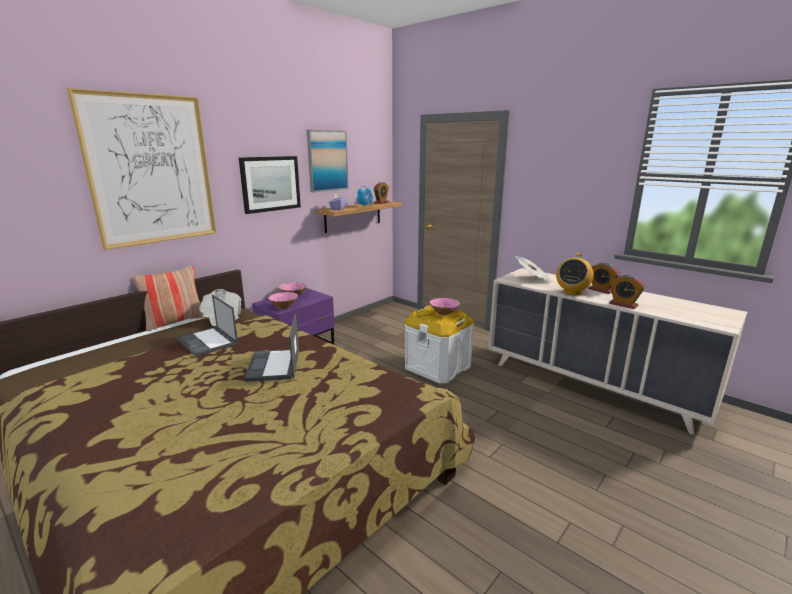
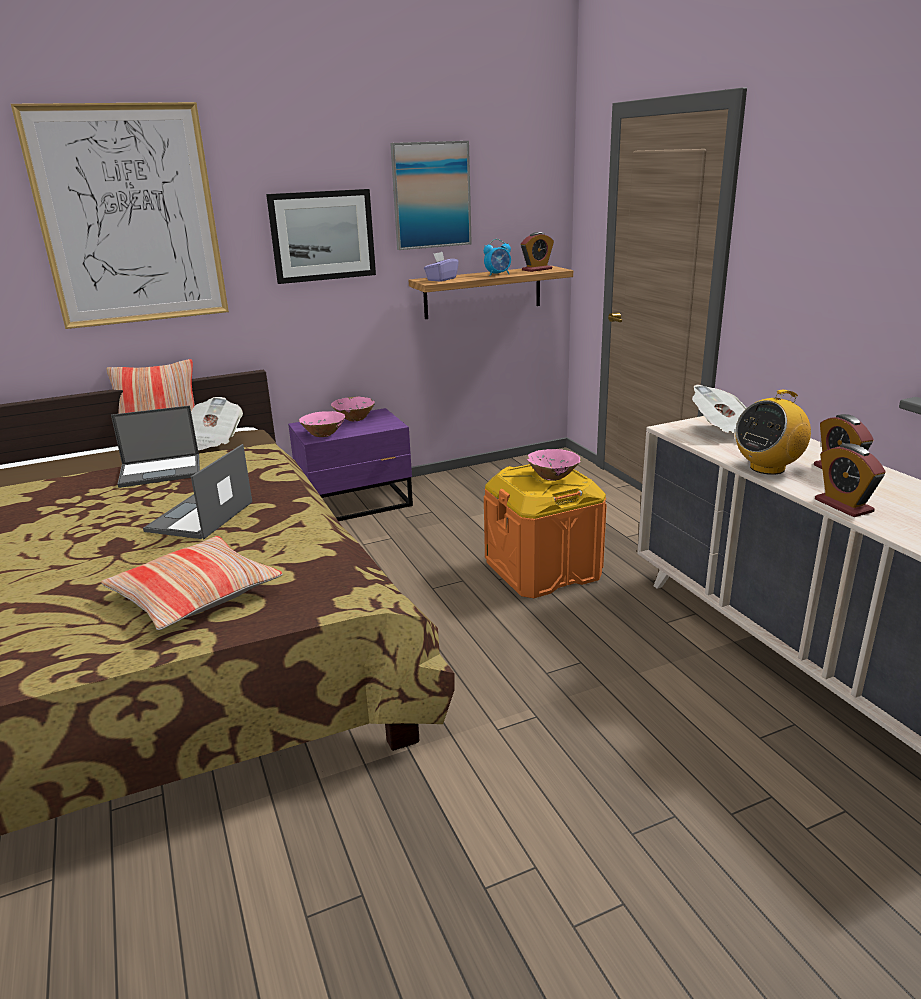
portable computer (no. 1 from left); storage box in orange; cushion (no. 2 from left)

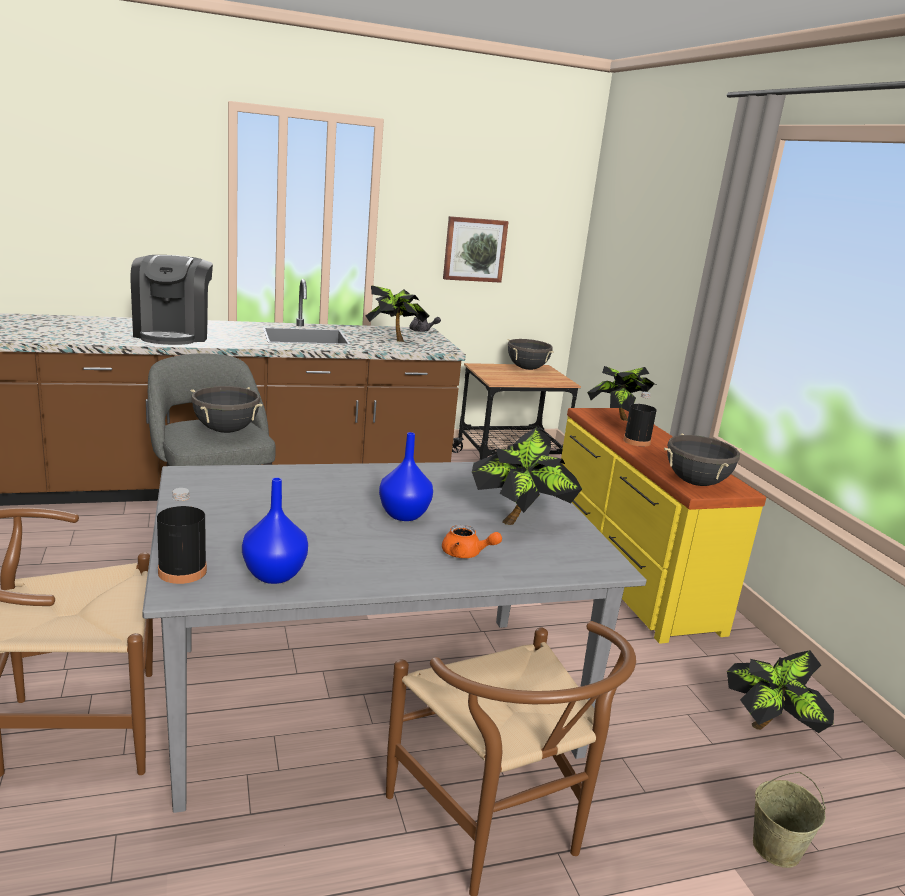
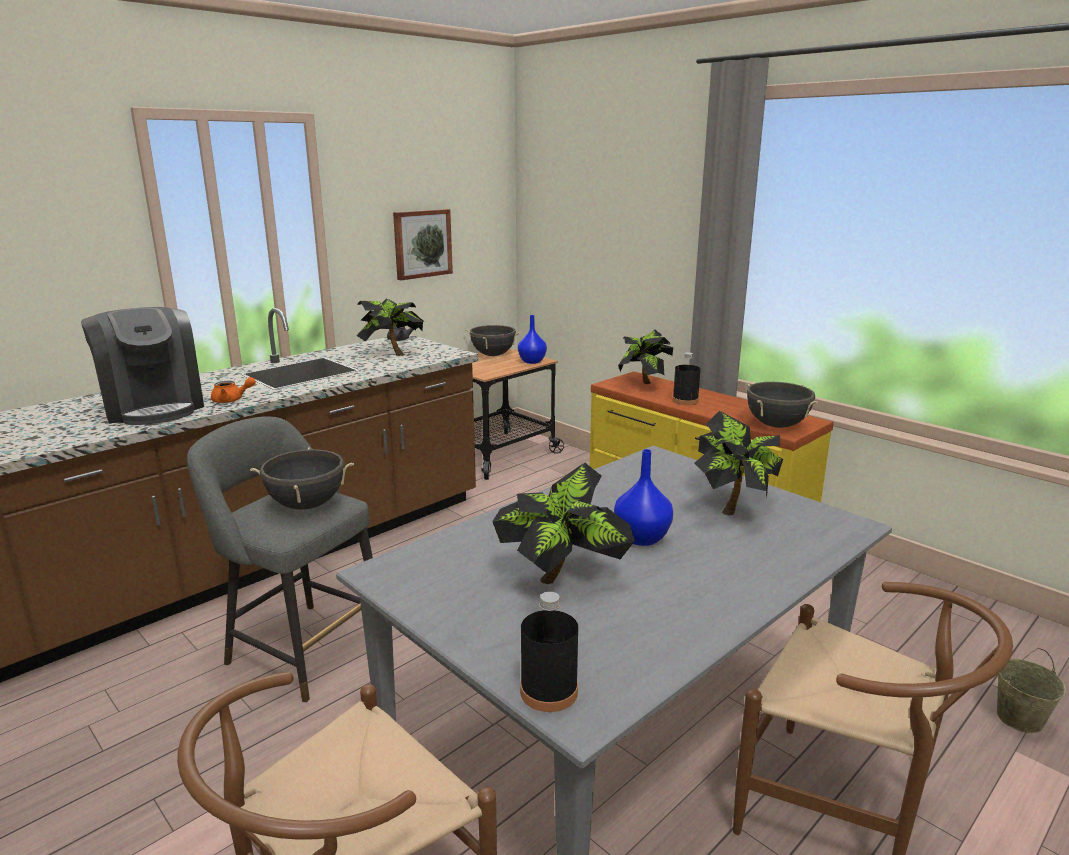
decorative vase in blue (no. 1 from left); tea pot in orange; plant in a pot (no. 2 from left)

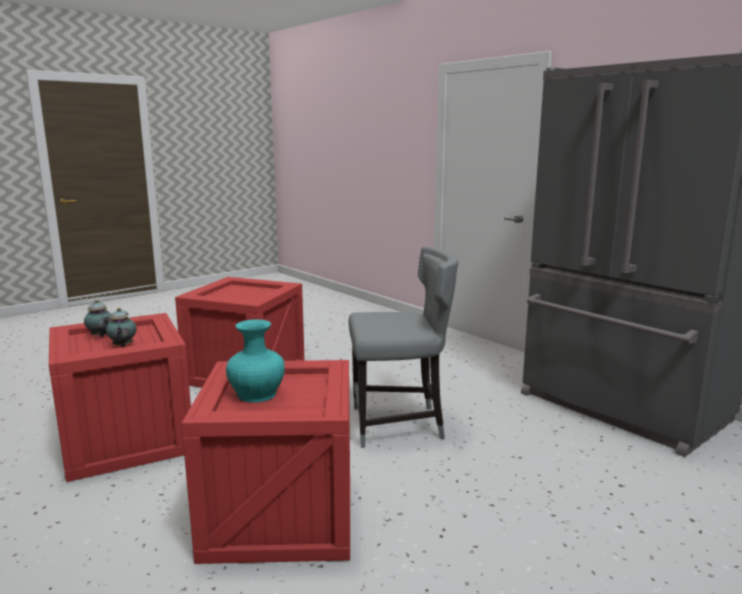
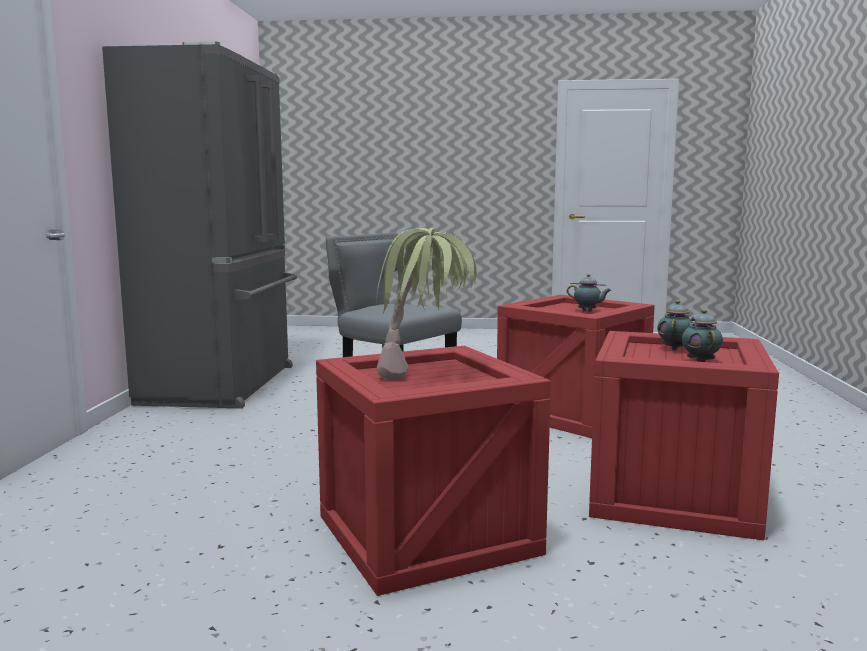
tea pot (no. 1 from left); plant in a pot

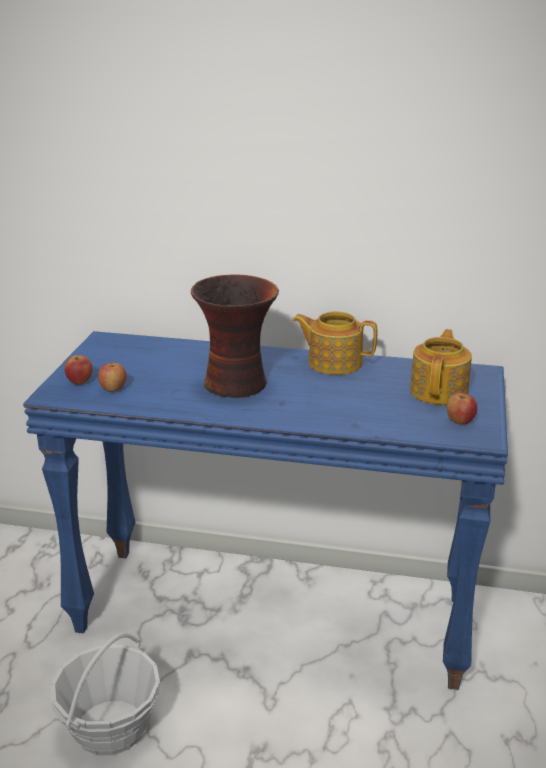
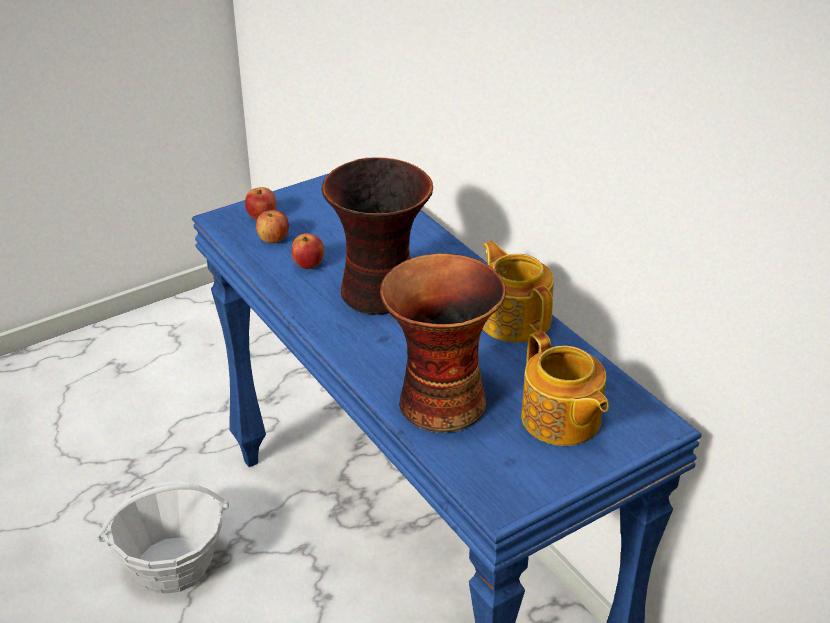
tea pot (no. 2 from left); apple (no. 3 from left); decorative vase (no. 2 from left)

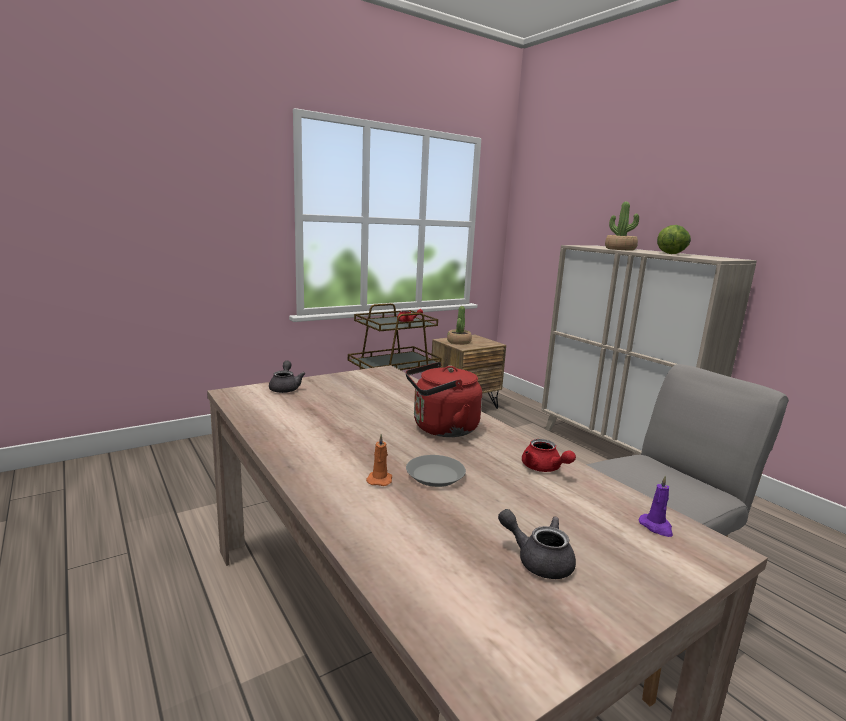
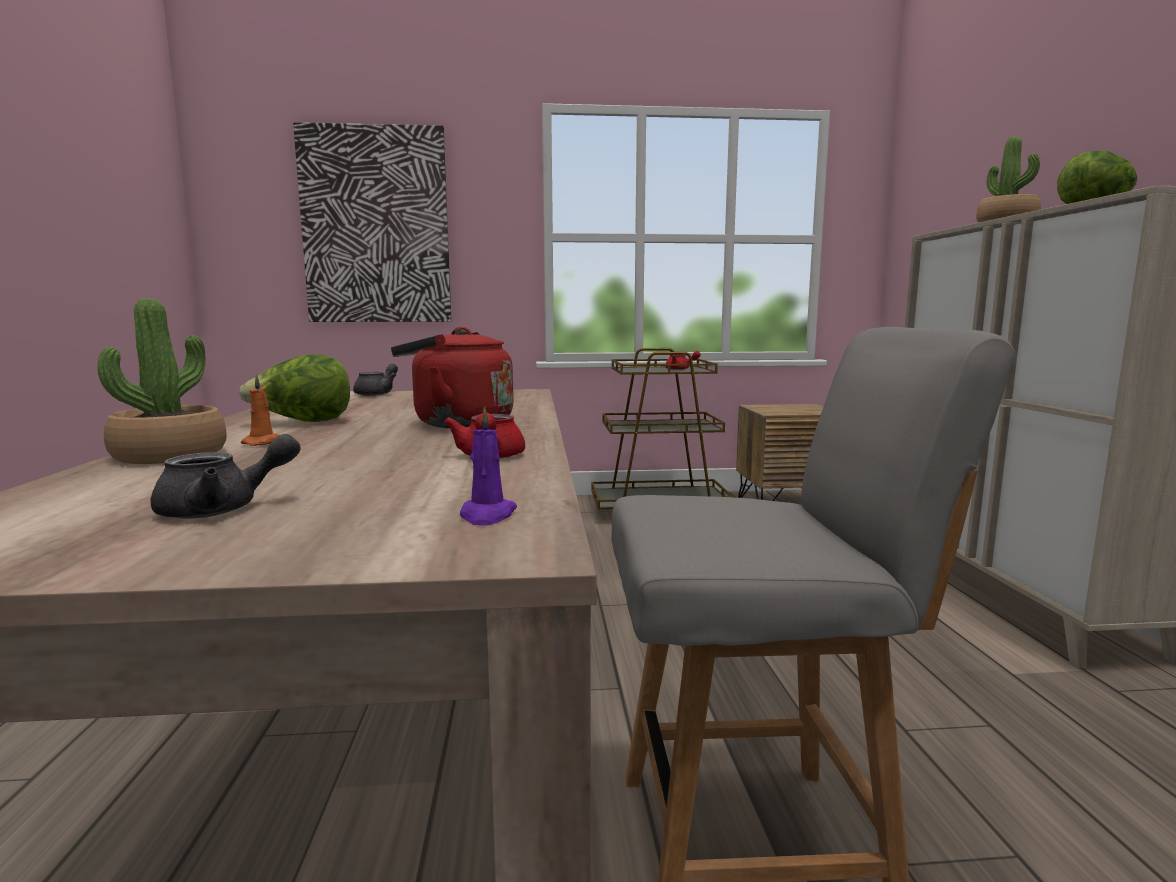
plant in a pot (no. 1 from left); plate in gray; tea pot in gray (no. 1 from left); wall picture; lettuce (no. 1 from left)

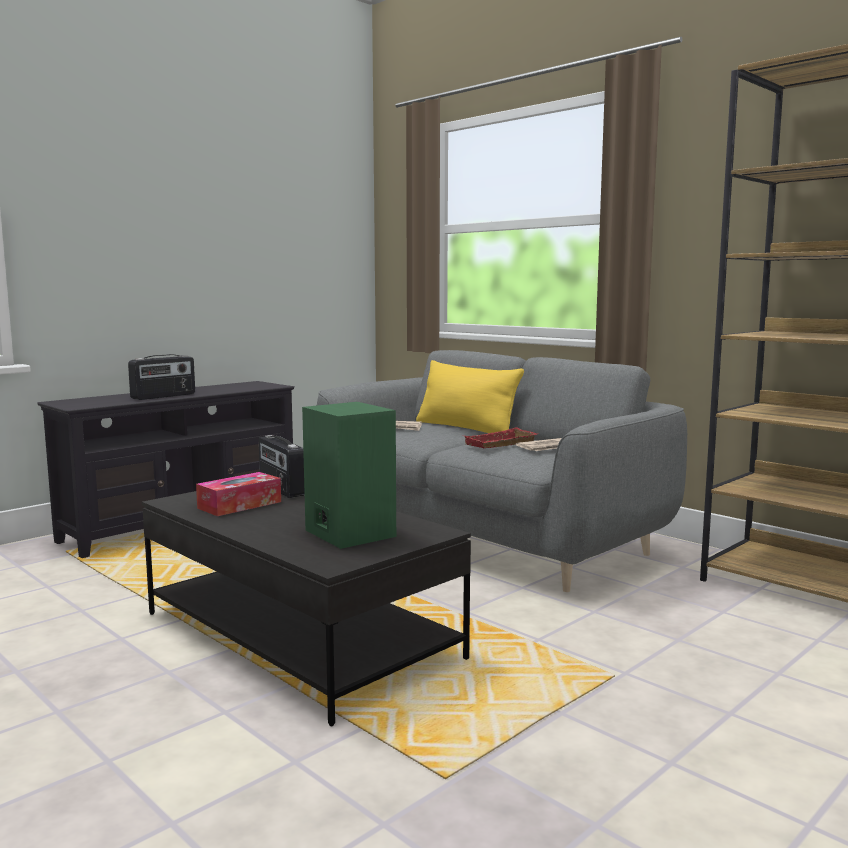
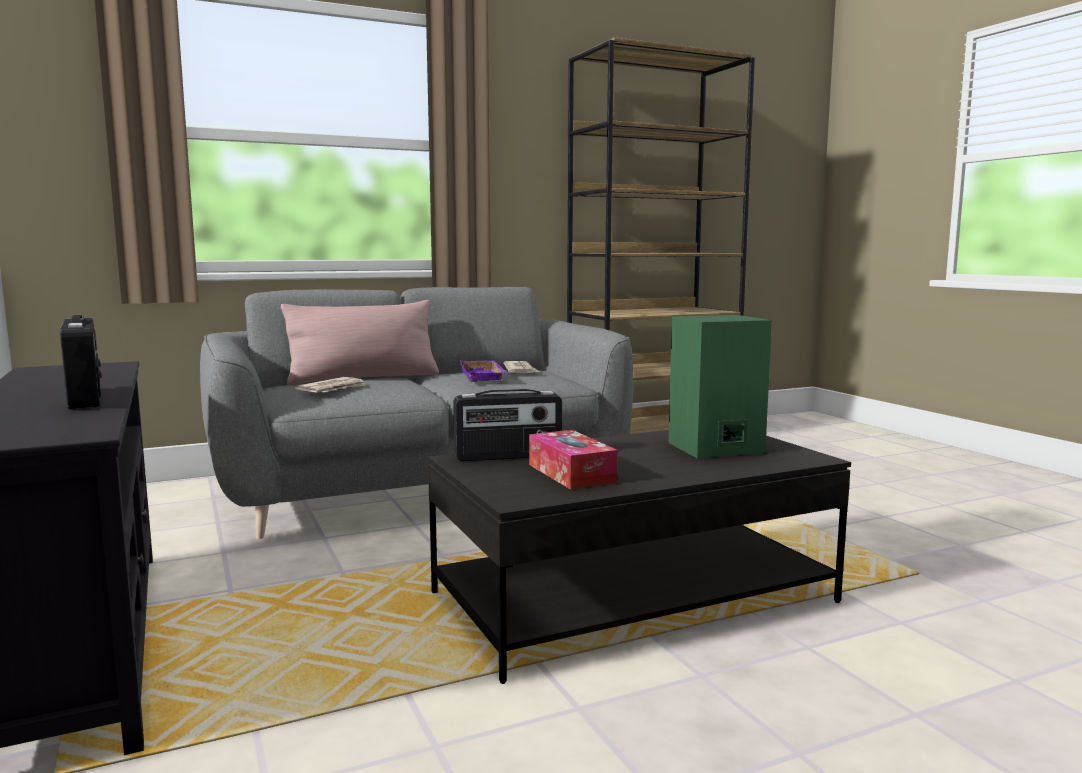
cushion in pink; serving tray in purple-coloured

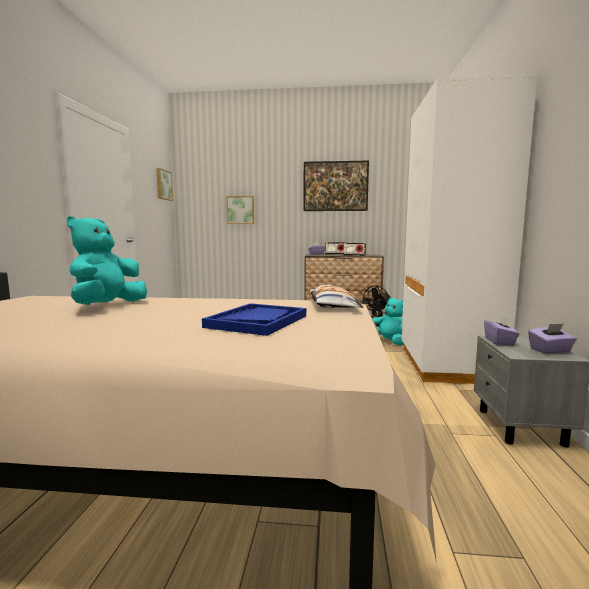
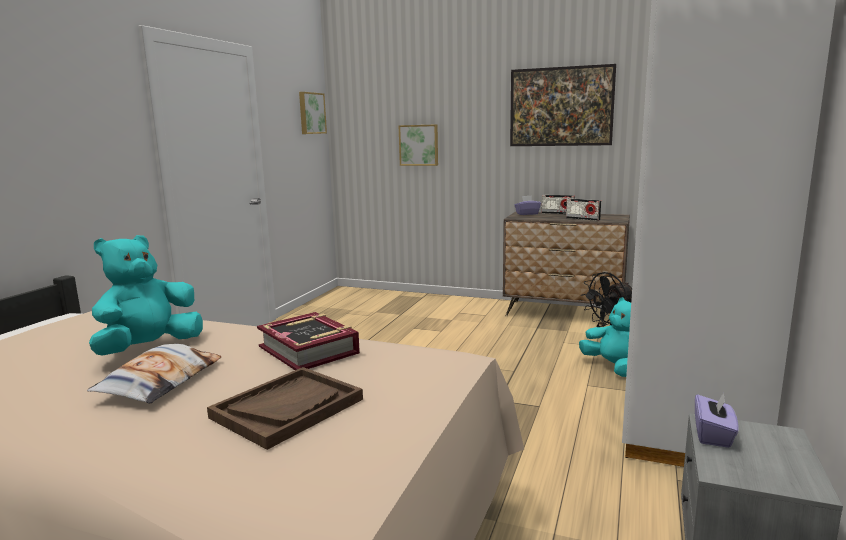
cushion; serving tray in brownish; tissue holder in purple-coloured (no. 3 from left in the first image); book

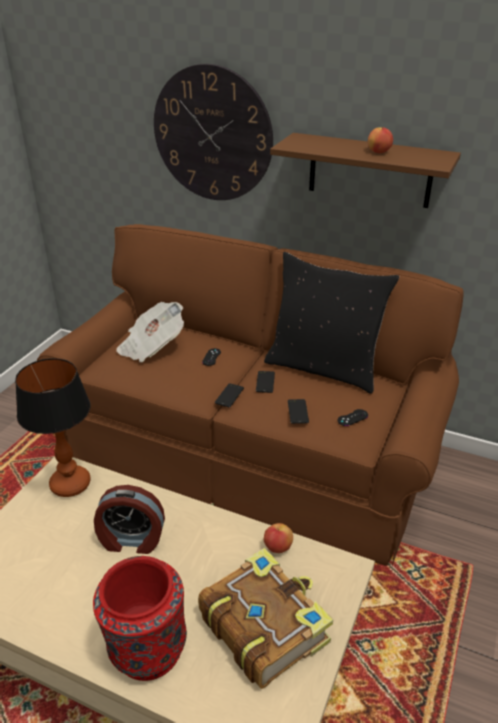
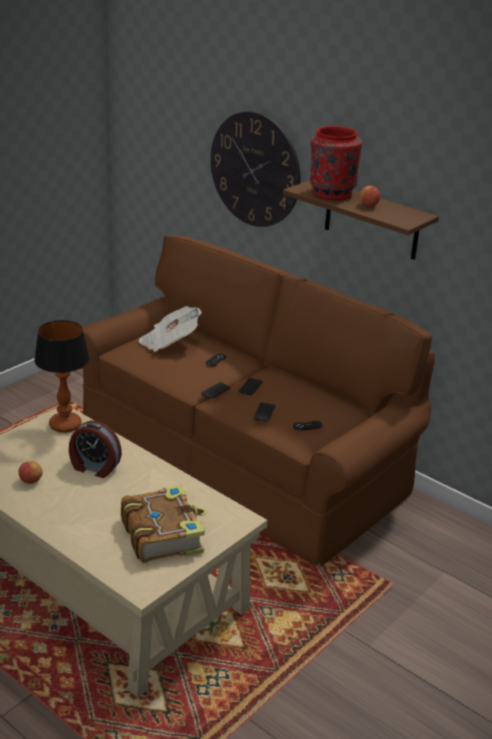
cushion in blackish; apple (no. 1 from left); decorative vase in reddish

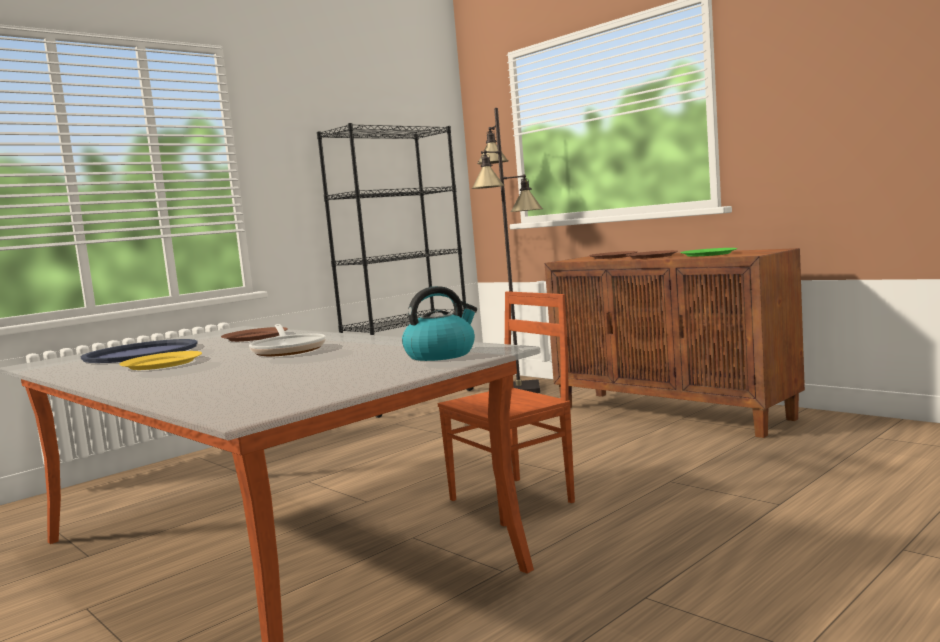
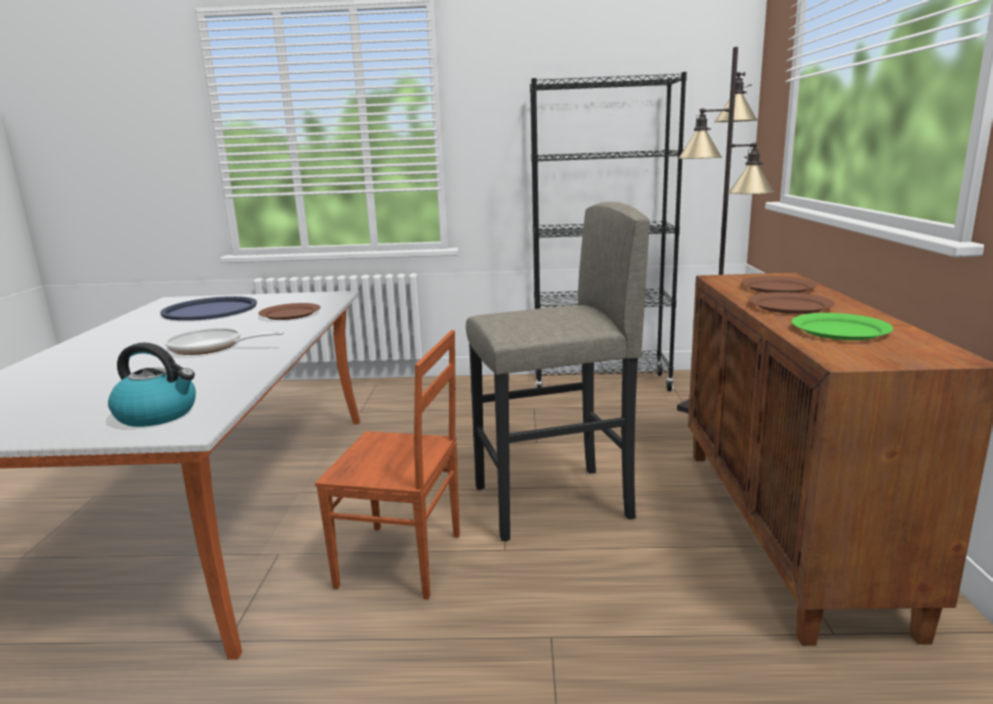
frying pan; plate in yellow; stool seat in gray

